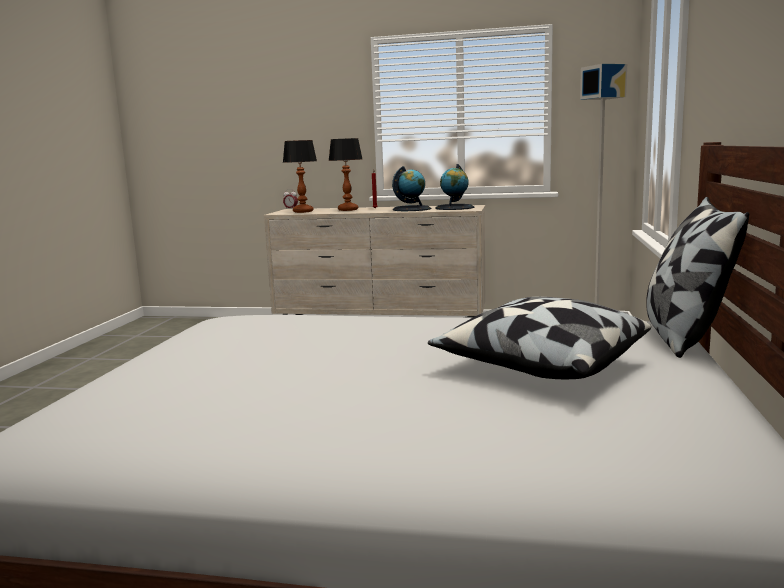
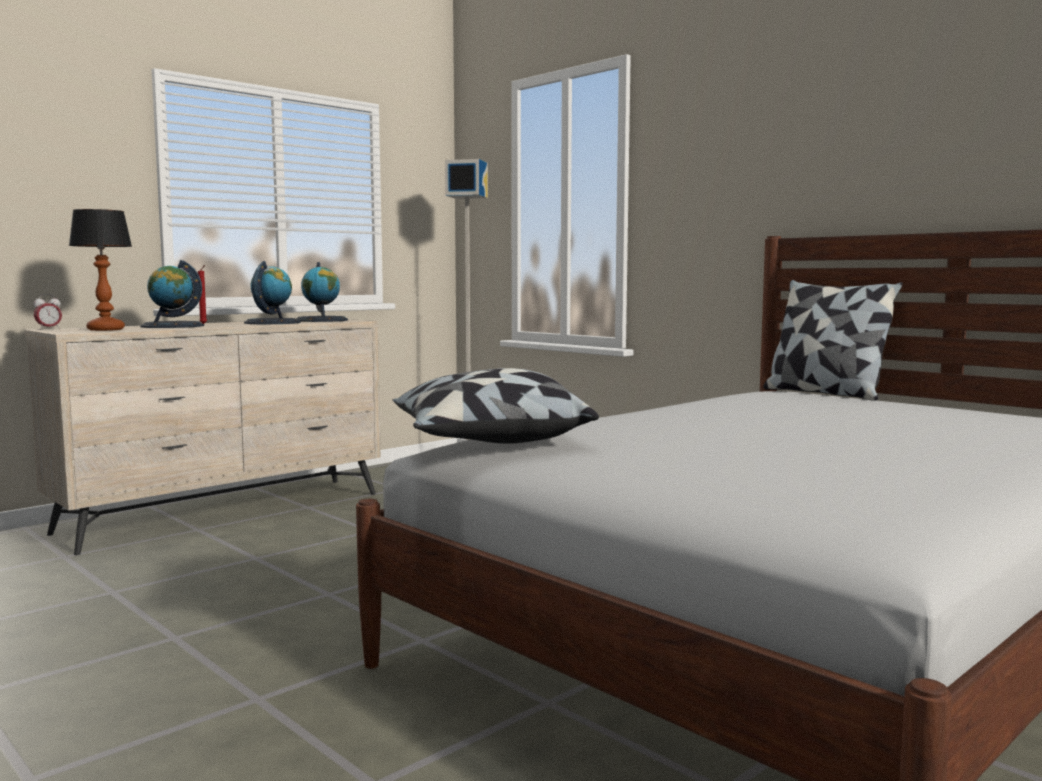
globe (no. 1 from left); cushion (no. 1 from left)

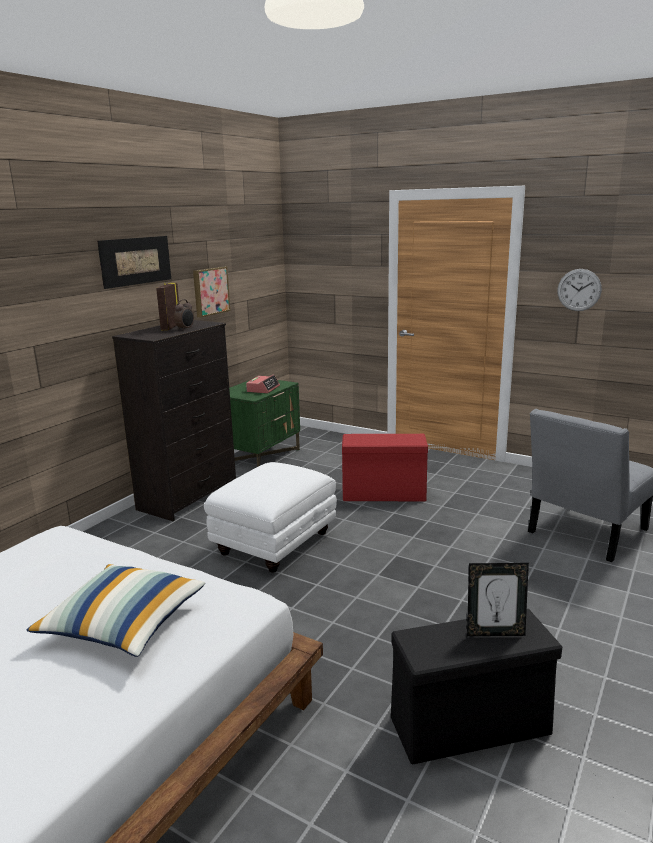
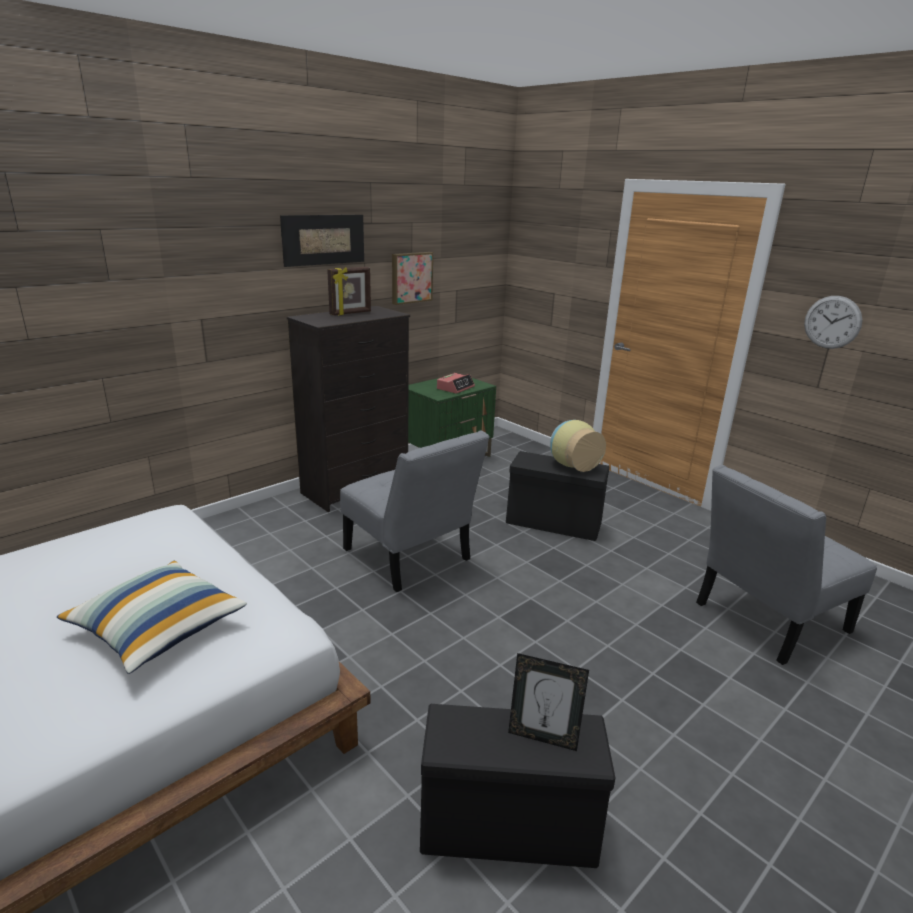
photo frame (no. 1 from left); table clock (no. 1 from left in the first image); storage box in blackish (no. 2 from left); upright chair in gray (no. 1 from left); decorative vase

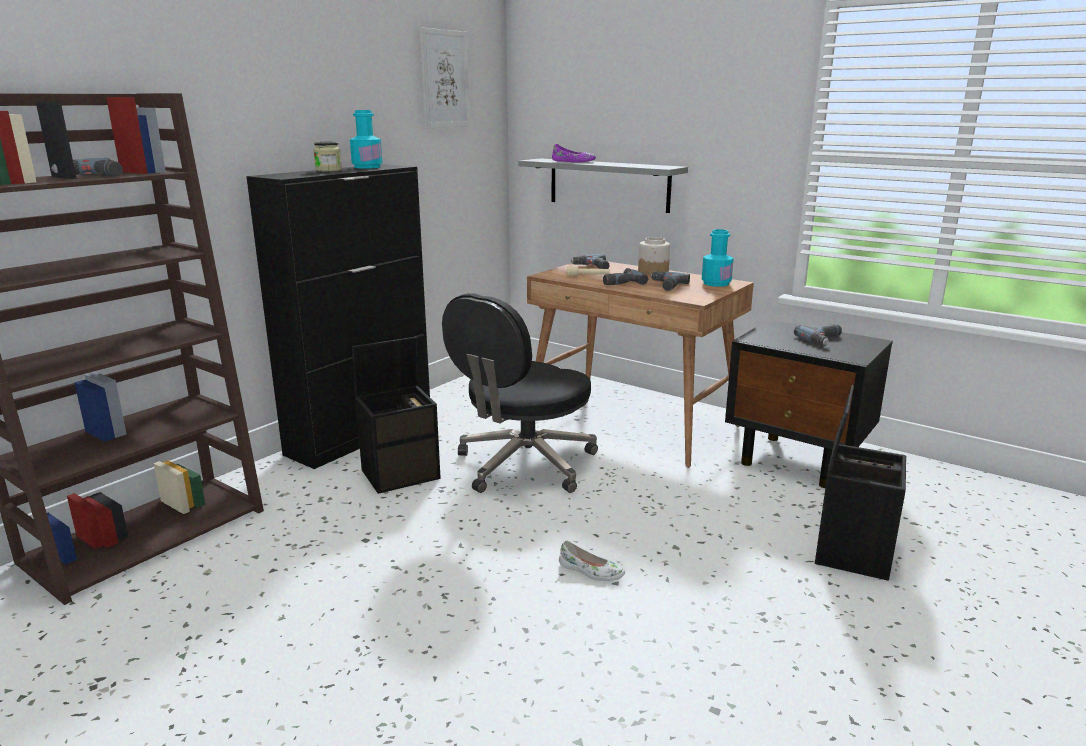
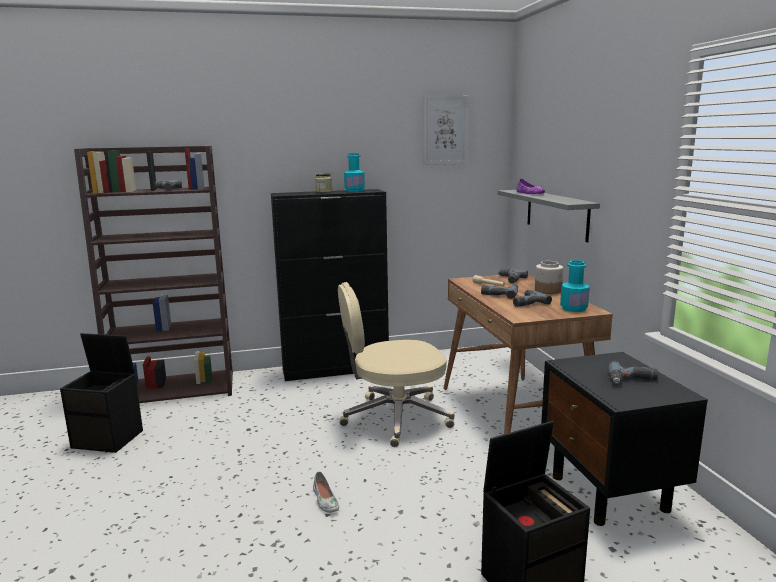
office chair in beige; storage box in blackish (no. 1 from left)

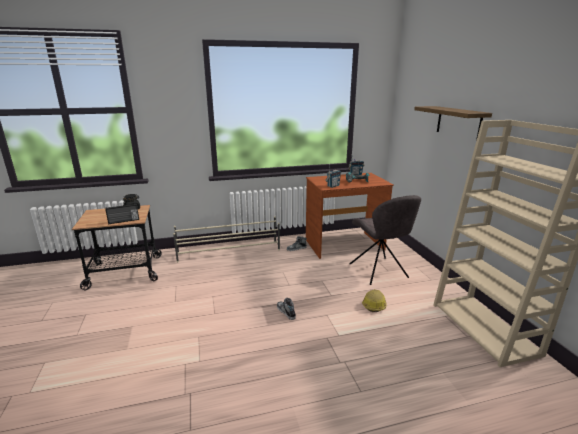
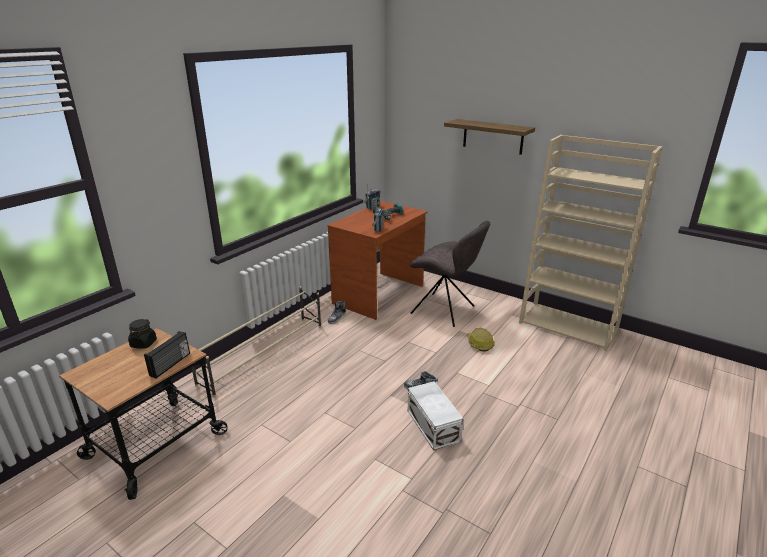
storage box in white

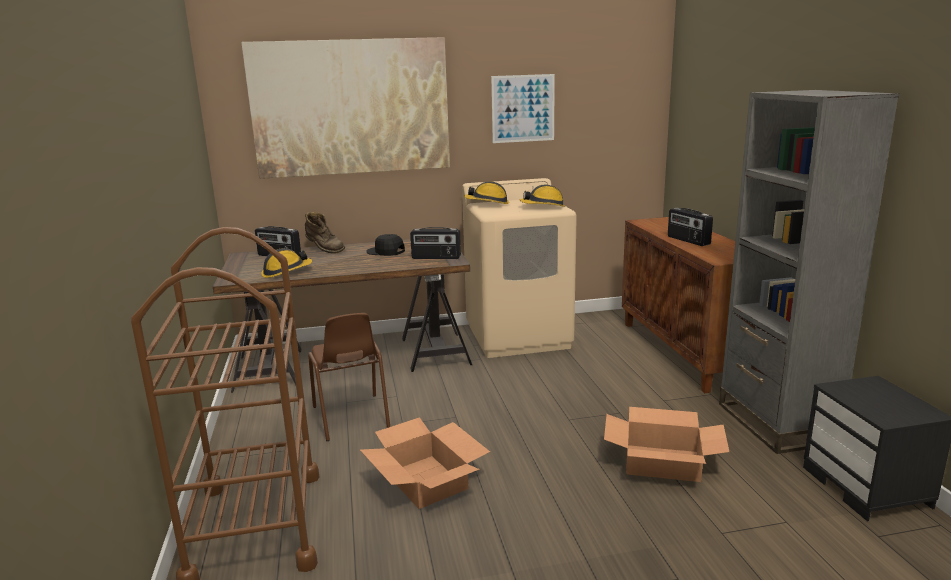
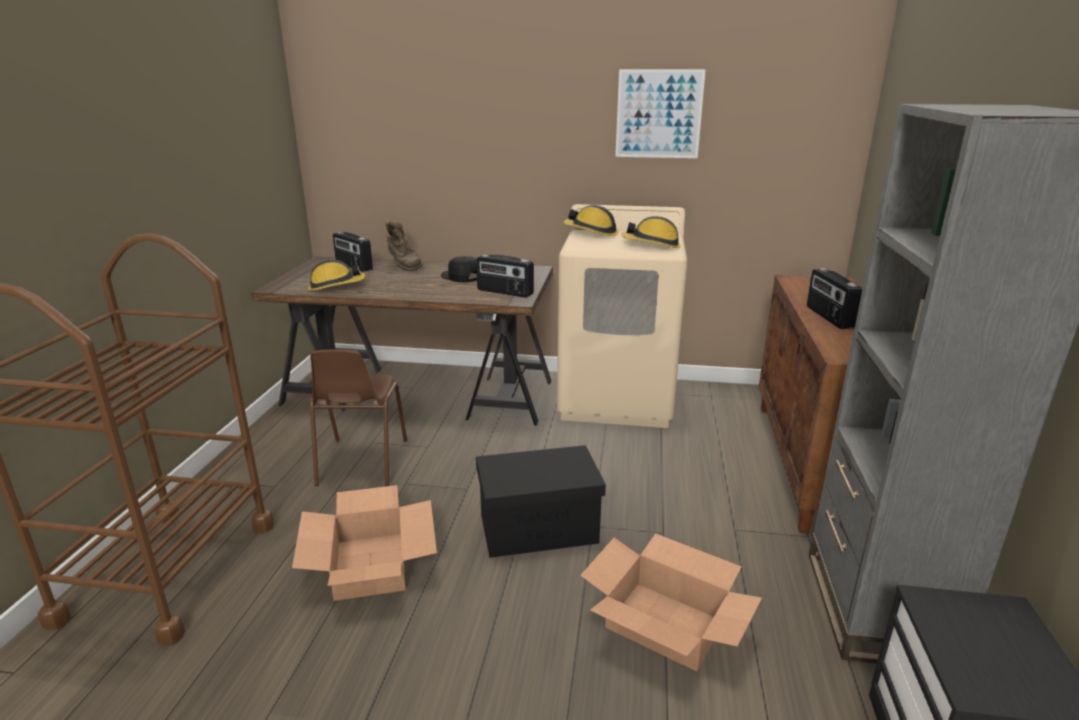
wall picture (no. 1 from left in the first image); storage box in blackish

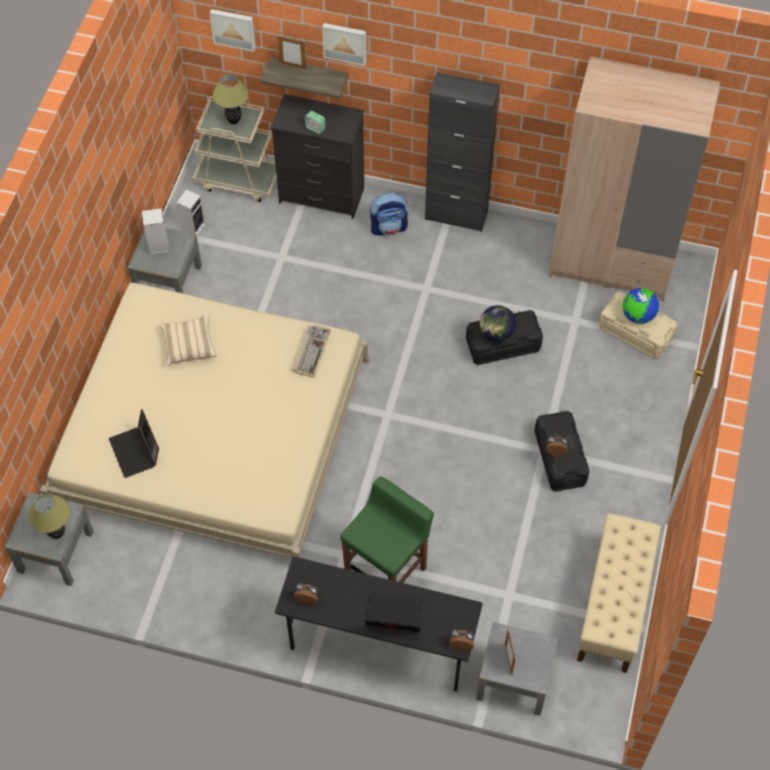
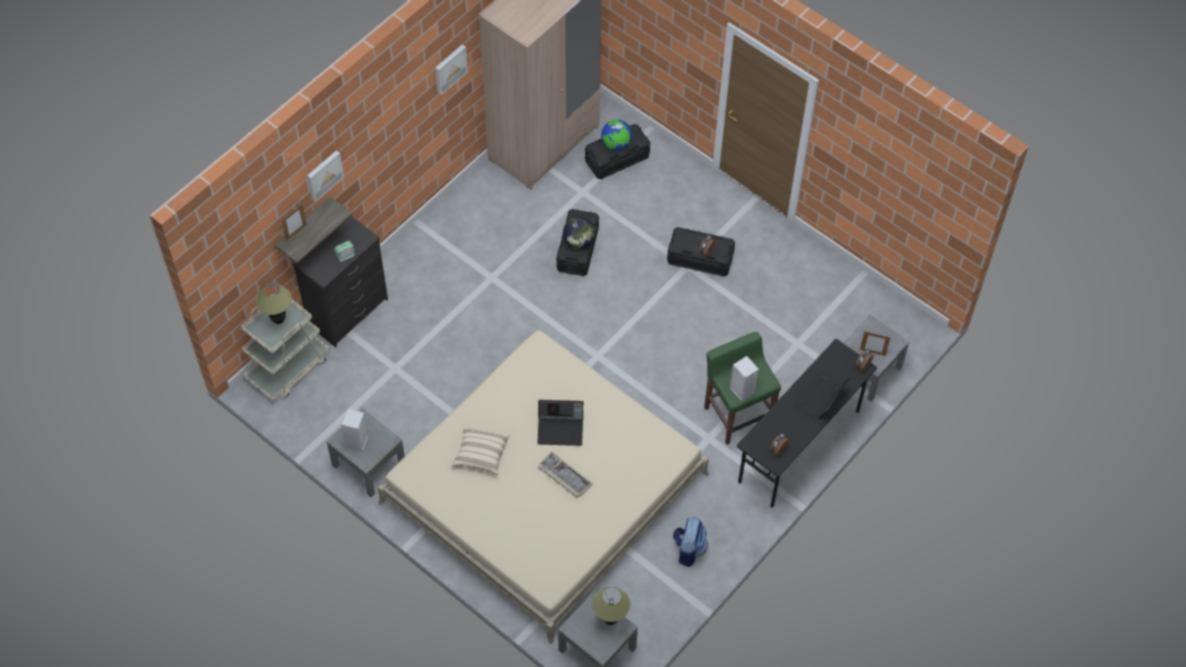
wall picture (no. 2 from left); storage cabinet in blackish; audio speaker (no. 2 from left); knapsack; storage box in blackish (no. 2 from left); computer keyboard; portable computer (no. 1 from left); indoor bench in beige

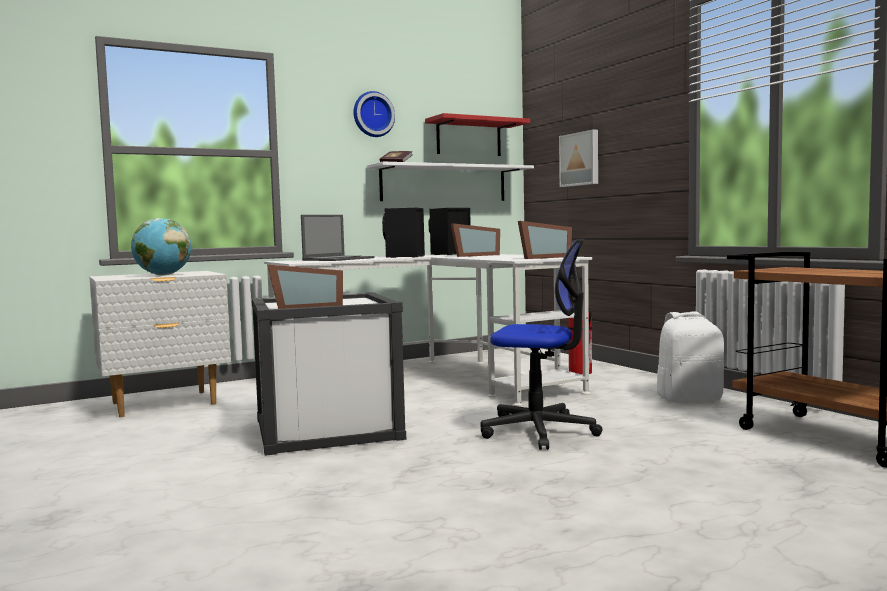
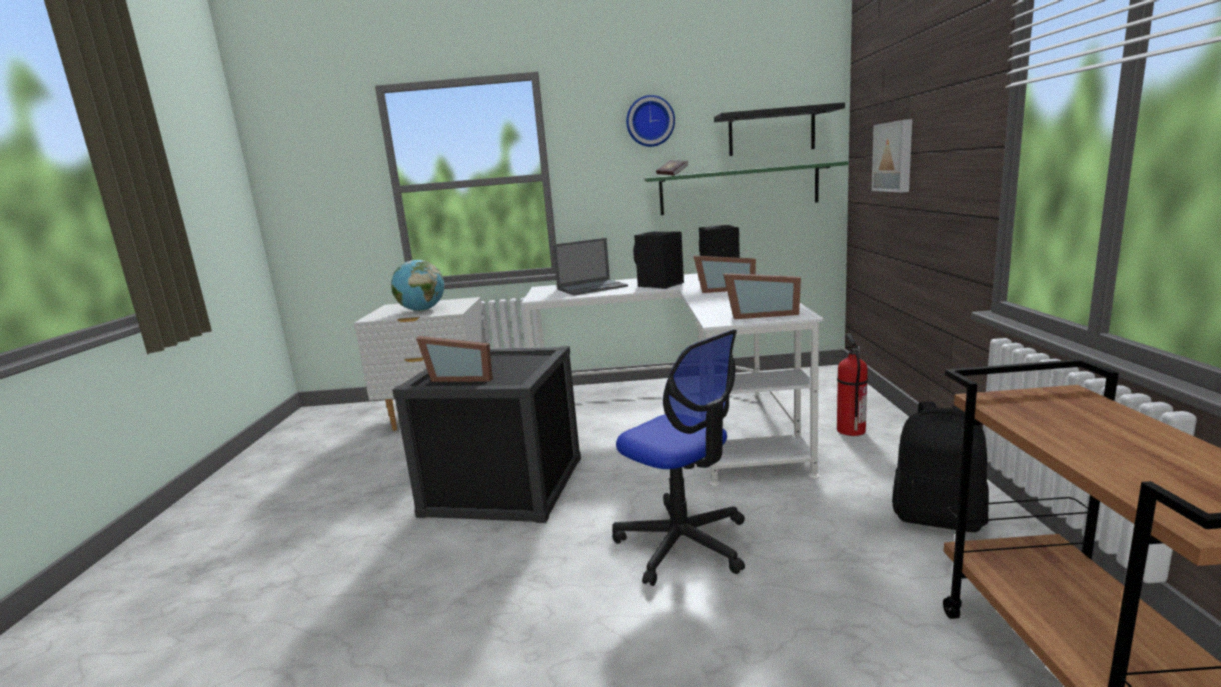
wall shelf in blackish; wall shelf in greenish; storage box in blackish; knapsack in blackish

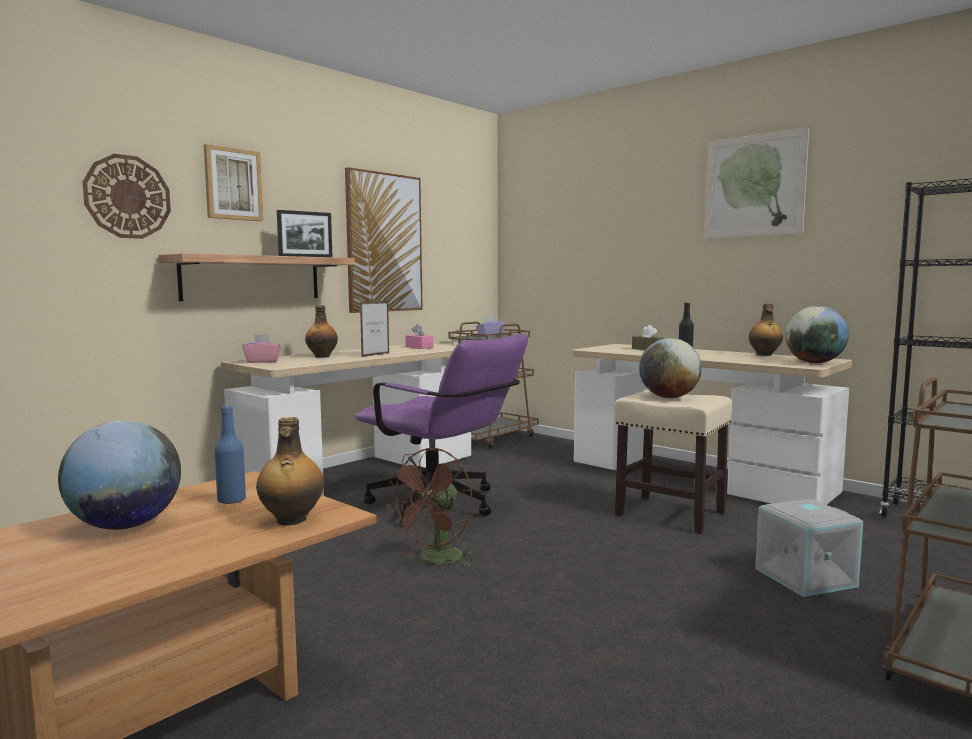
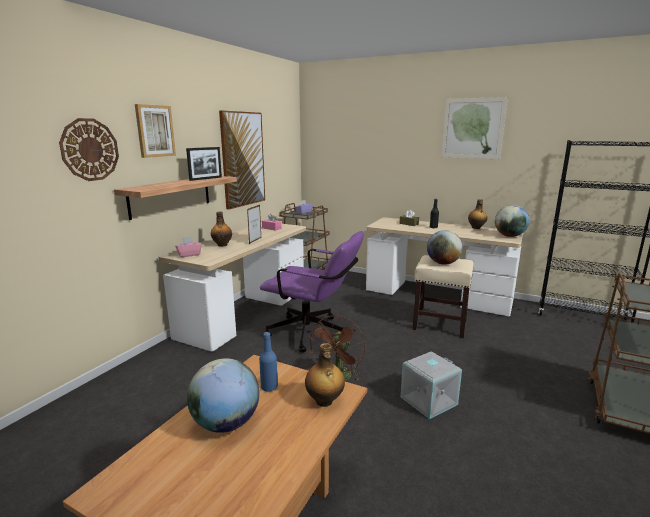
storage box in gray

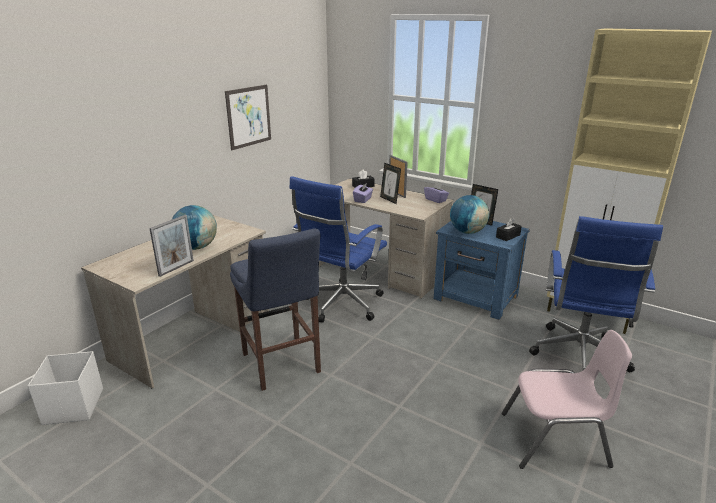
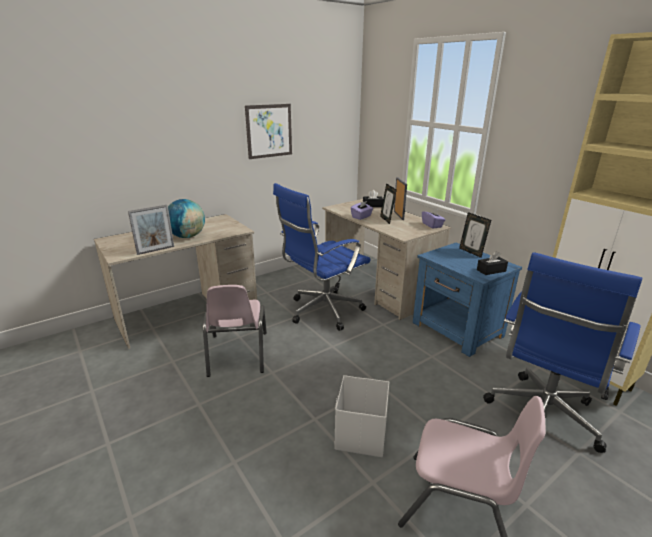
globe (no. 2 from left in the first image); upright chair in pink (no. 1 from left); storage box in white

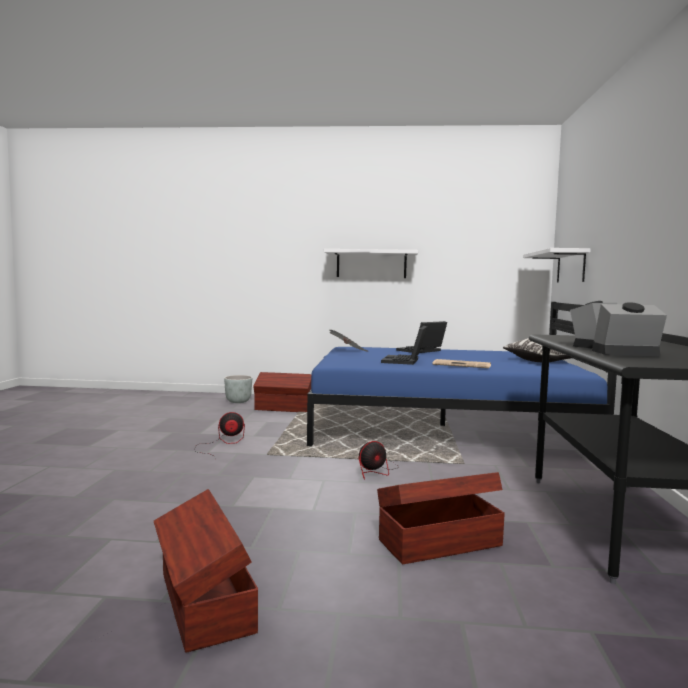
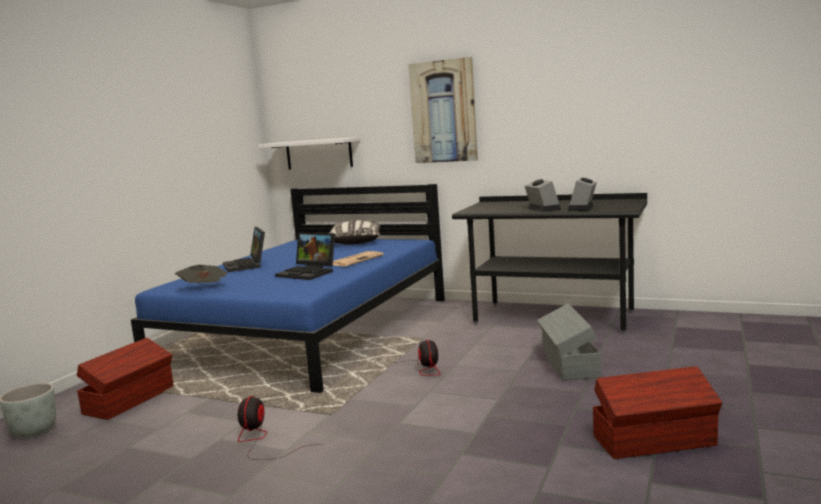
wall shelf in white (no. 1 from left in the first image); storage box in gray; wall picture

